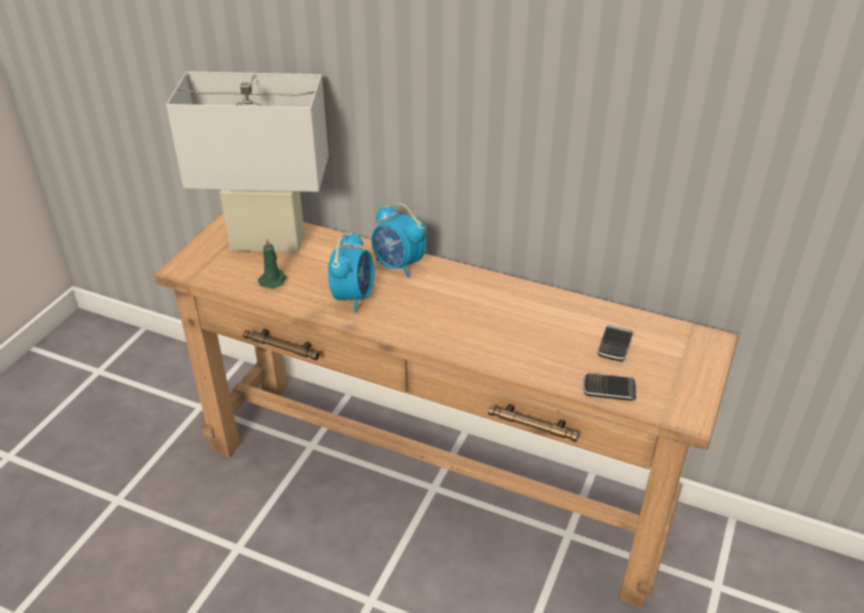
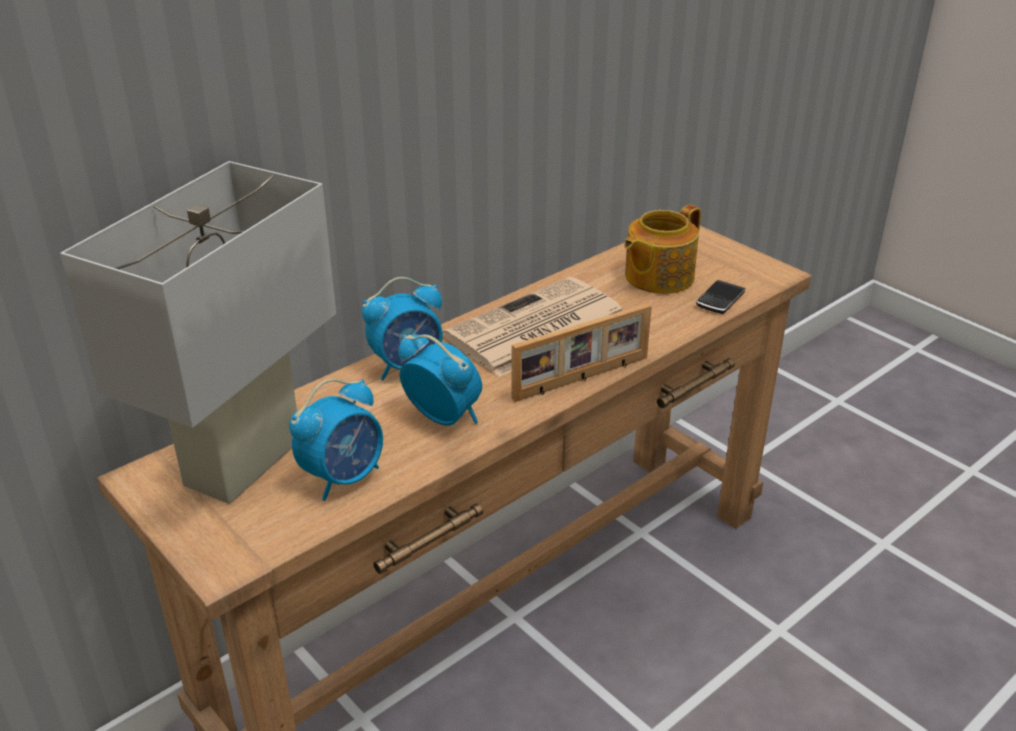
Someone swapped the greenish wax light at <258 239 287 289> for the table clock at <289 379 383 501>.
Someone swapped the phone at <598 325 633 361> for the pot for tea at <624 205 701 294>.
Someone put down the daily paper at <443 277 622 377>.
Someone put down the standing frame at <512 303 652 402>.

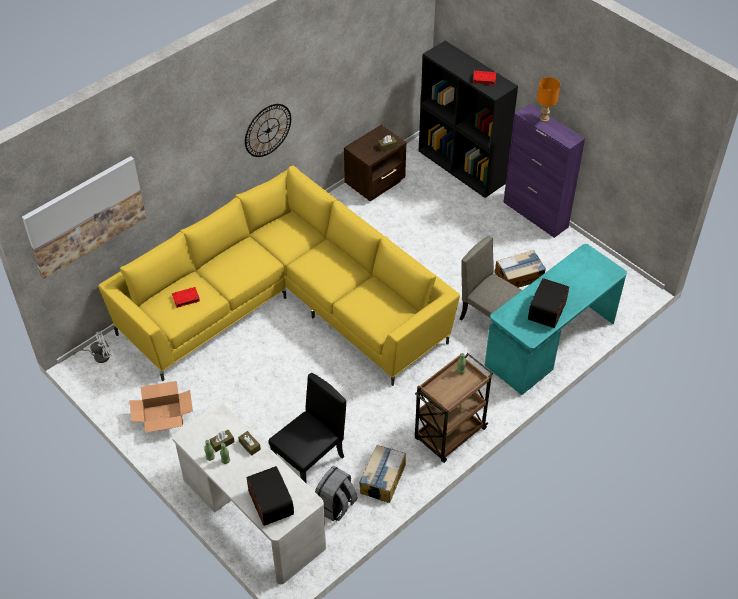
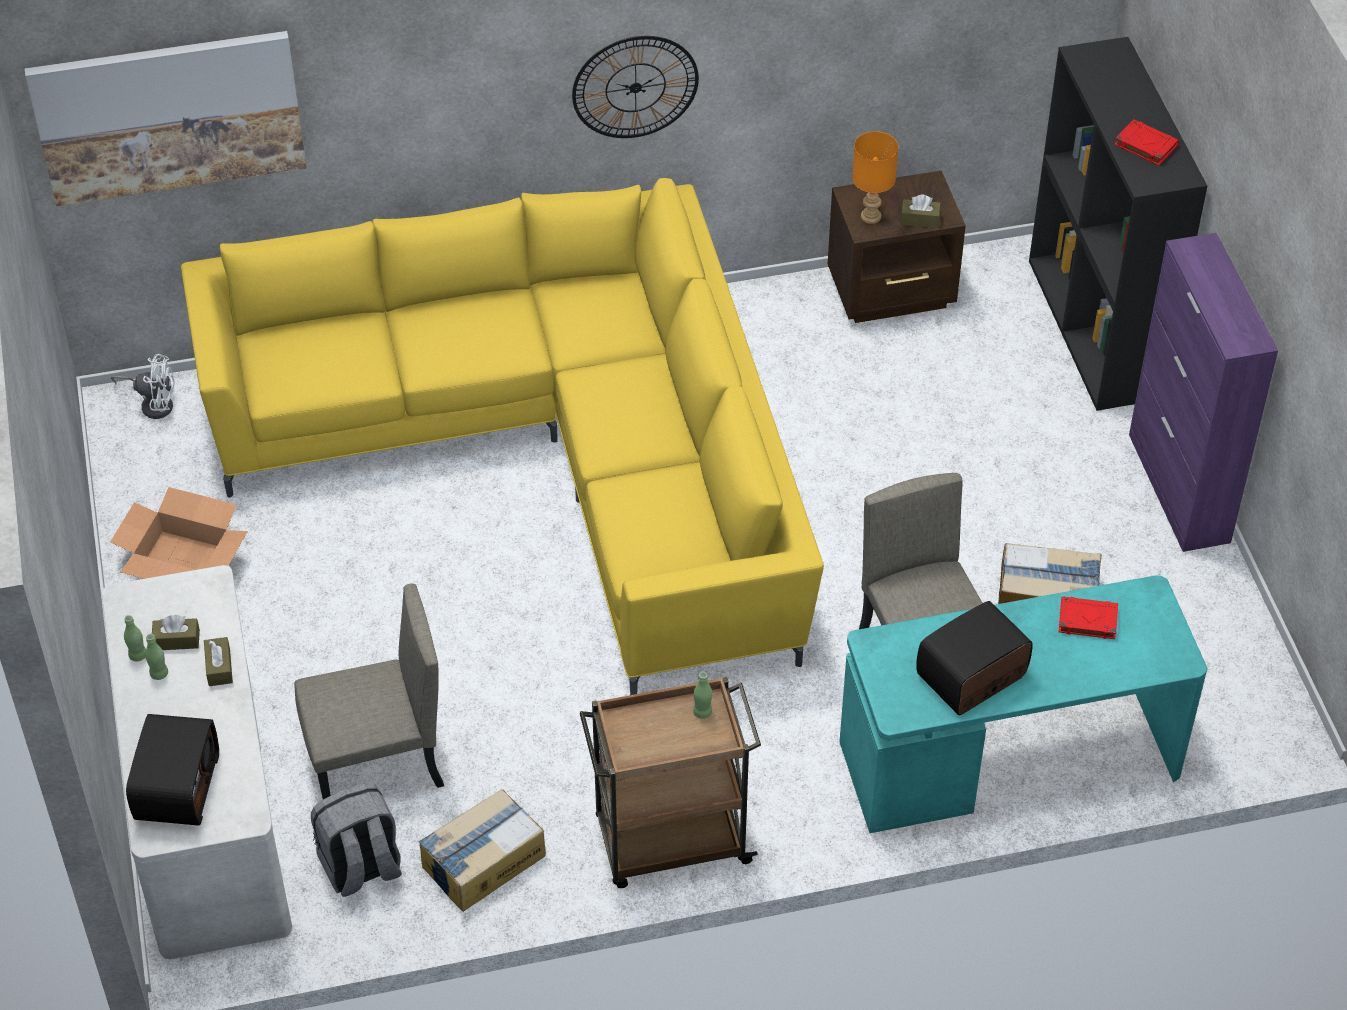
Someone carried the red volume from <172 287 200 308> to <1058 596 1118 639>.
Someone repainted the black upright chair at <268 373 346 484>, which became the beige upright chair at <294 584 444 799>.
Someone carried the orange-coloured lamp for a table from <537 77 560 122> to <852 131 898 224>.

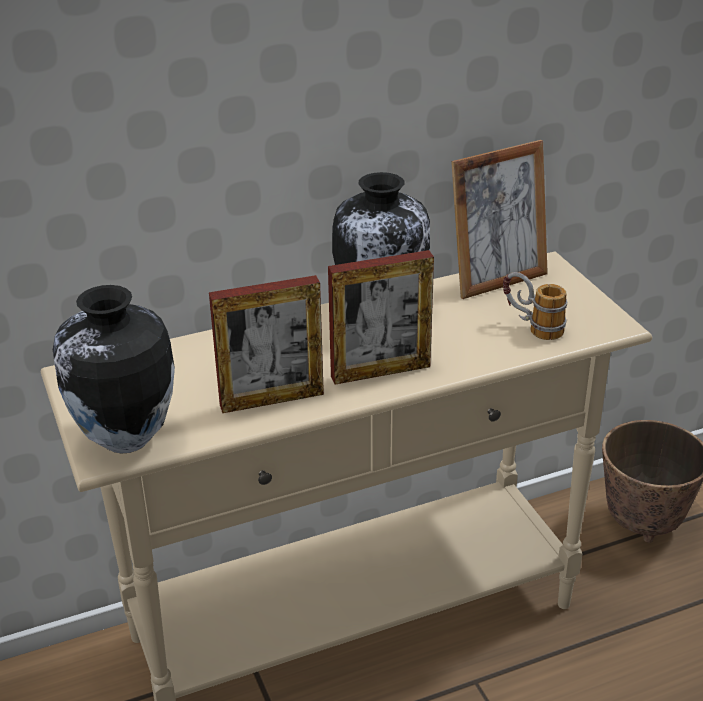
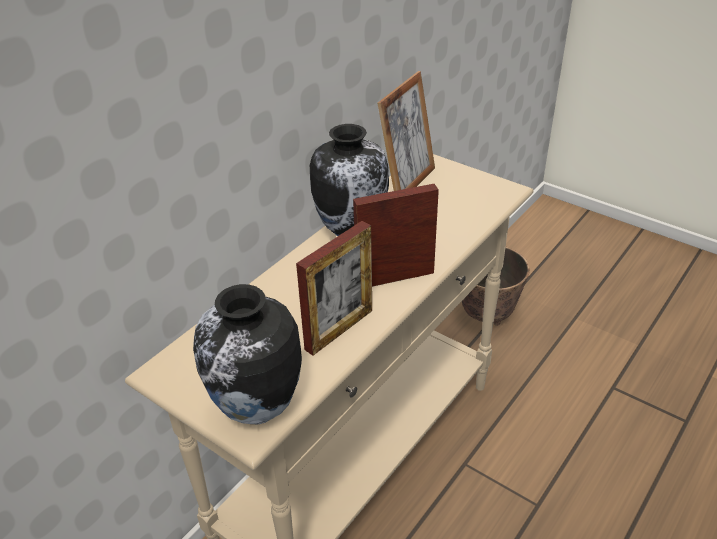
Someone rotated the standing frame at <328 250 434 384> by 150 degrees counterclockwise.
Someone took away the tea mug at <503 272 567 340>.

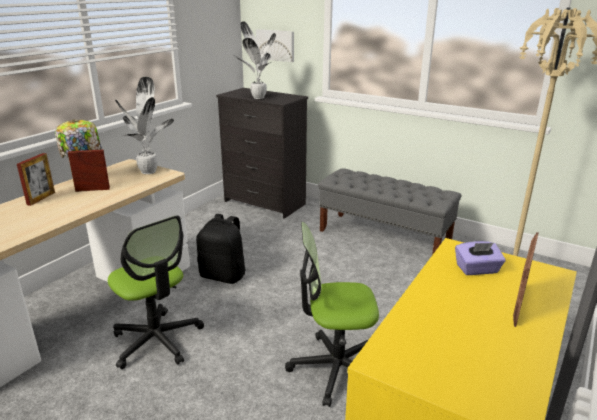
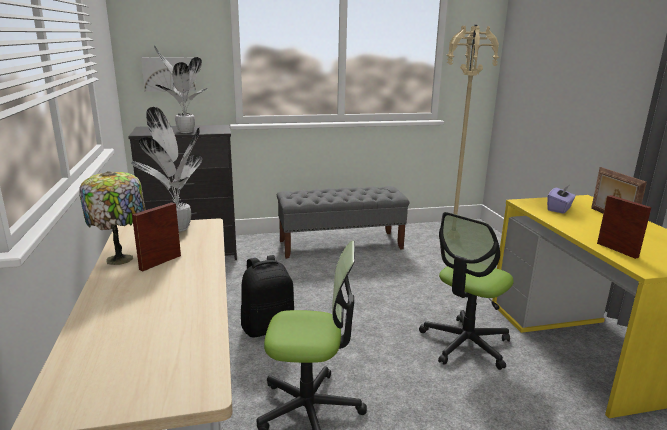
Someone carried the standing frame from <17 153 55 206> to <597 195 651 259>.

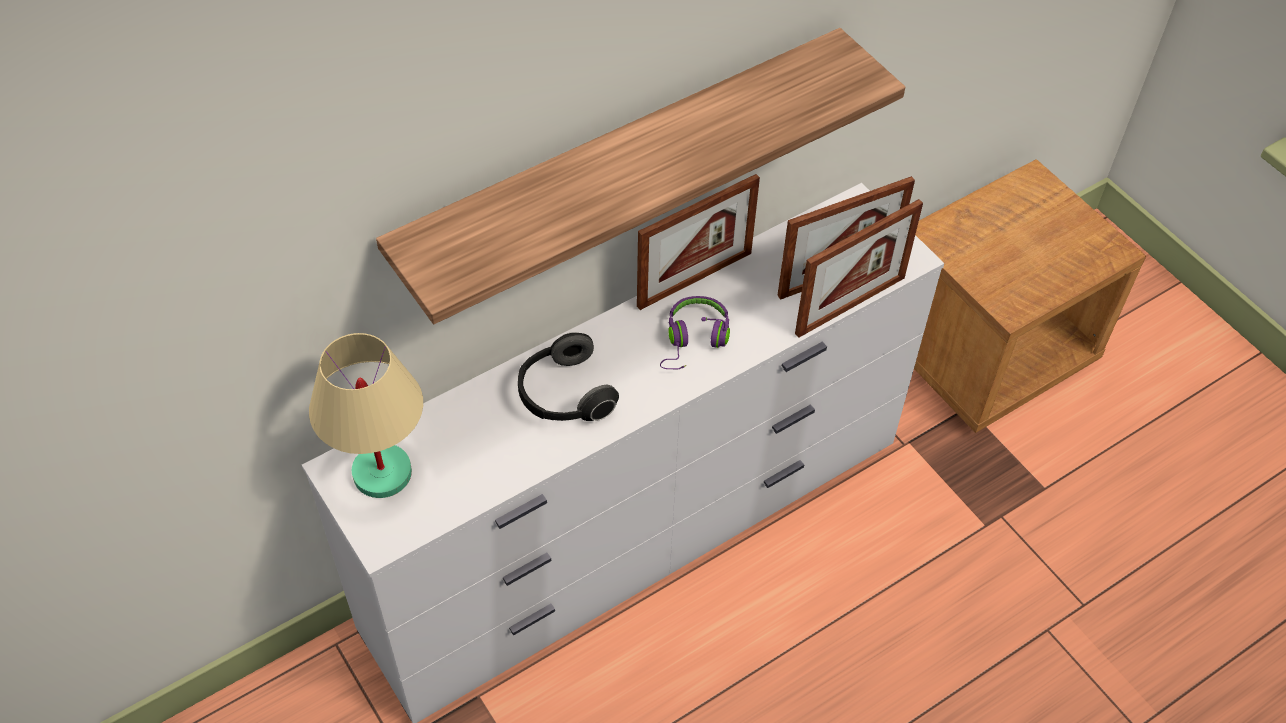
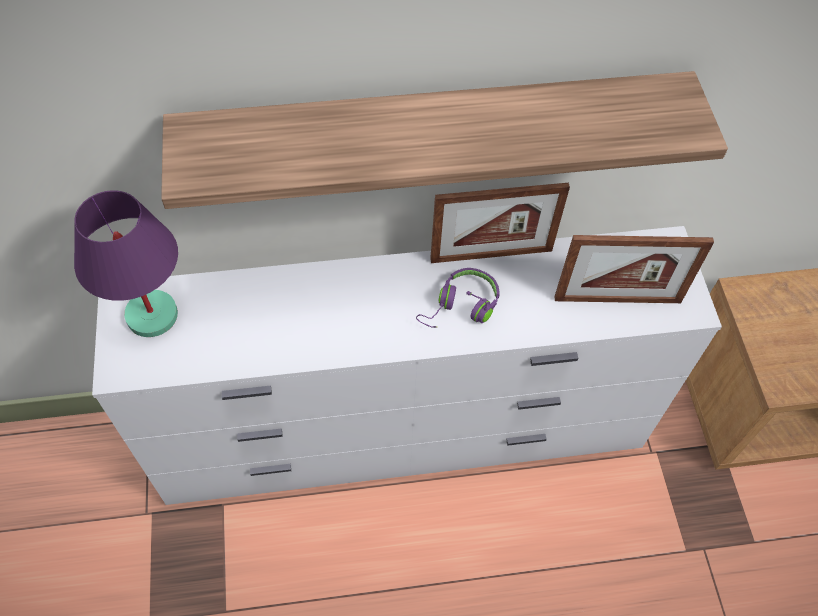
Someone repainted the beige lamp for a table at <309 333 423 498>, which became the purplish lamp for a table at <74 190 178 337>.
Someone took away the headphones at <518 332 619 421>.
Someone took away the standing frame at <795 199 923 338>.

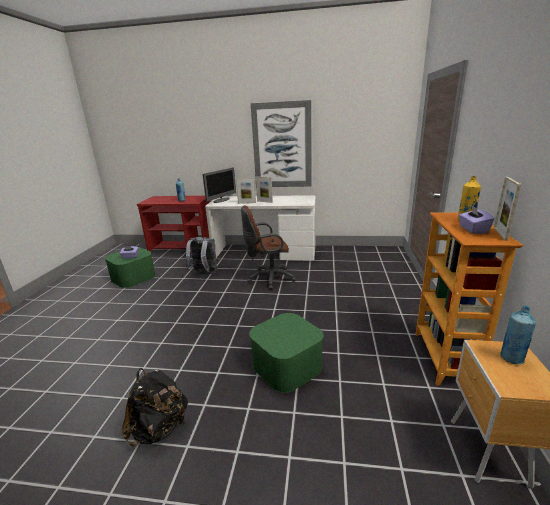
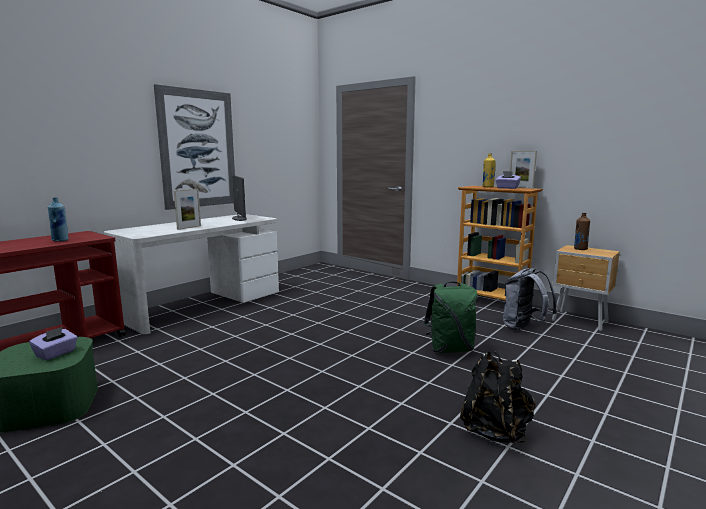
Someone carried the gray backpack from <186 237 217 274> to <503 268 557 330>.
Someone carried the monitor from <202 167 236 203> to <232 175 247 221>.
Someone took away the brown-coloured computer chair at <241 206 296 290>.
Someone swapped the greenish storage container at <249 313 323 393> for the greenish backpack at <424 282 477 353>.
Someone took away the standing frame at <256 176 273 203>.
Someone repainted the blue beverage bottle at <500 306 536 364>, which became the brown-coloured beverage bottle at <574 213 590 250>.

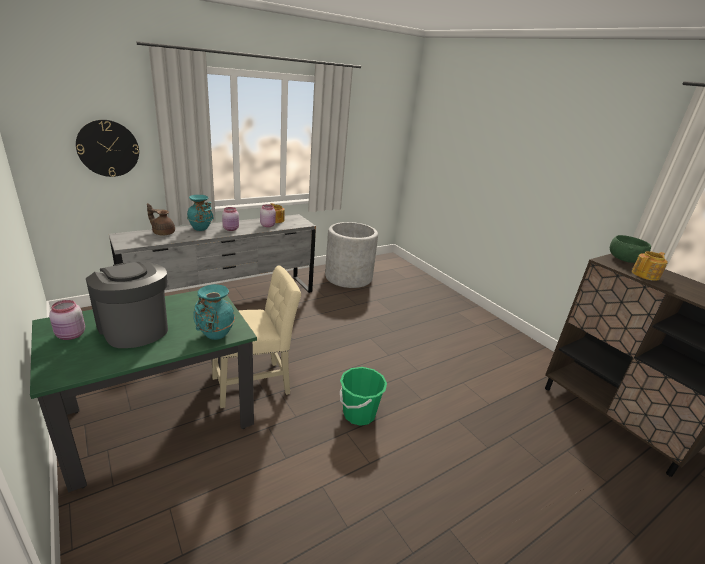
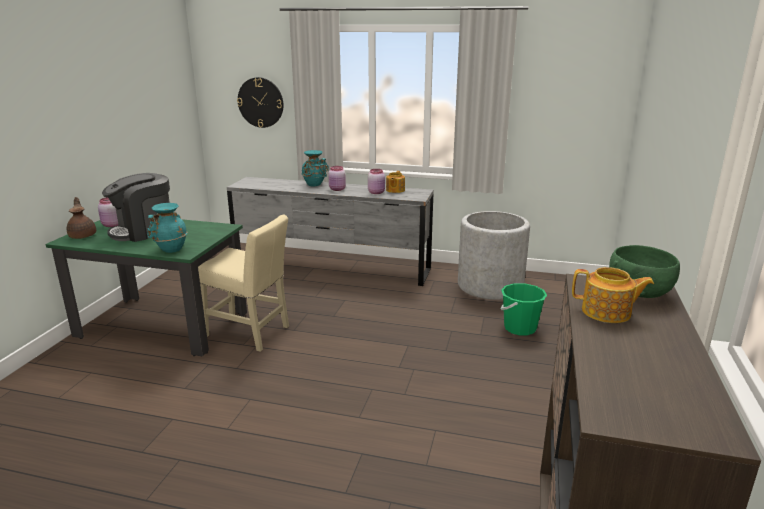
Someone rotated the coffee brewer at <86 262 168 348> by 135 degrees counterclockwise.
Someone carried the brown-coloured pot for tea from <147 203 175 236> to <67 197 96 239>.
Someone carried the greenish pail from <340 367 387 426> to <500 283 547 335>.

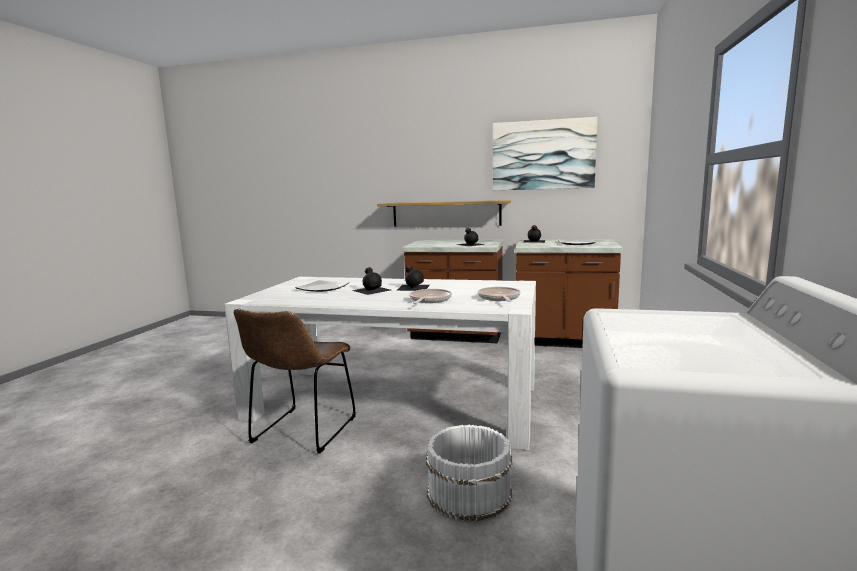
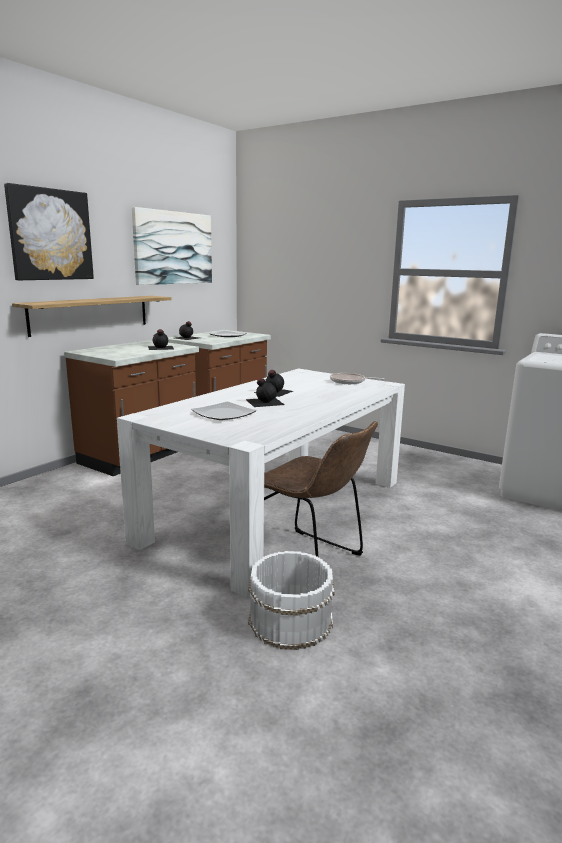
Someone took away the frying pan at <409 289 452 304>.
Someone carried the white pail from <426 425 512 521> to <248 551 334 650>.
Someone put up the picture at <4 183 94 280>.

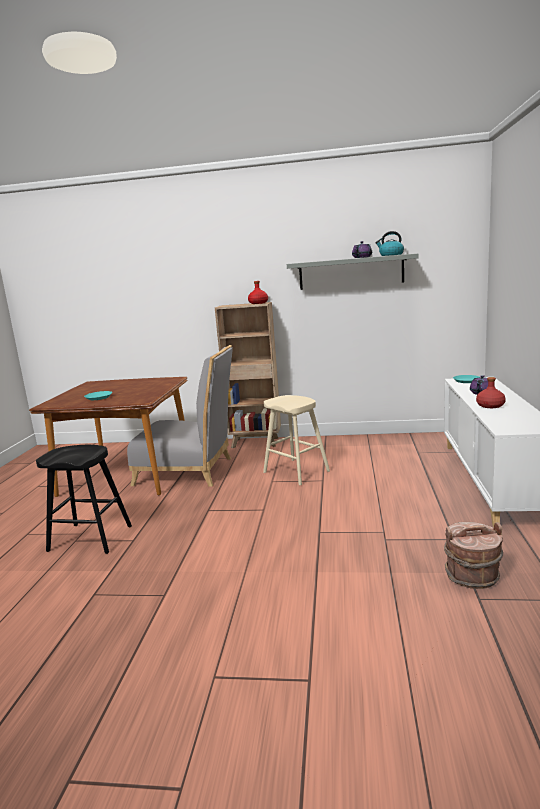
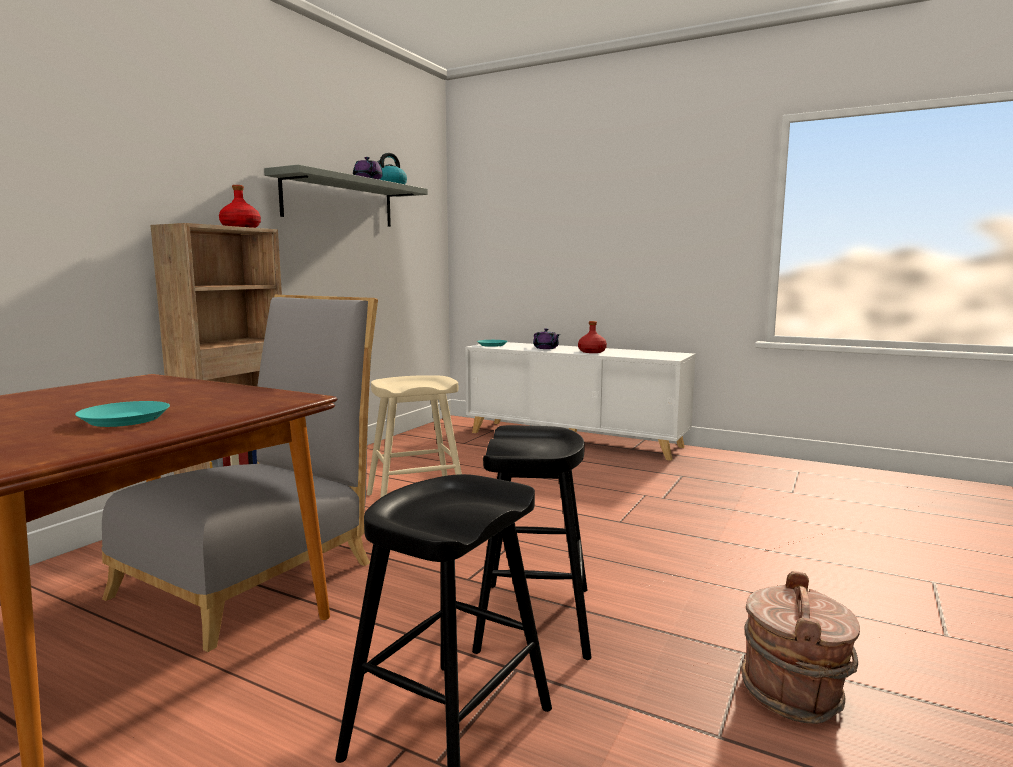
Someone carried the brown-coloured pail from <444 522 503 589> to <741 571 860 724>.
Someone put down the black stool at <472 425 592 660>.

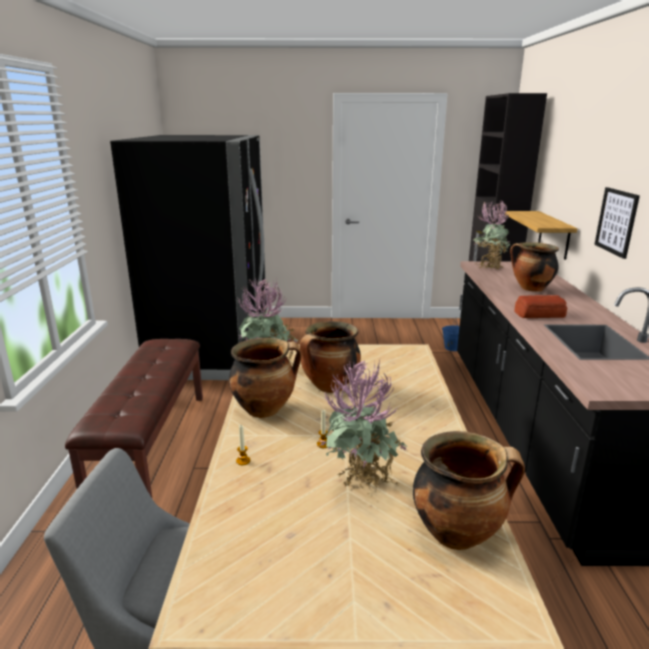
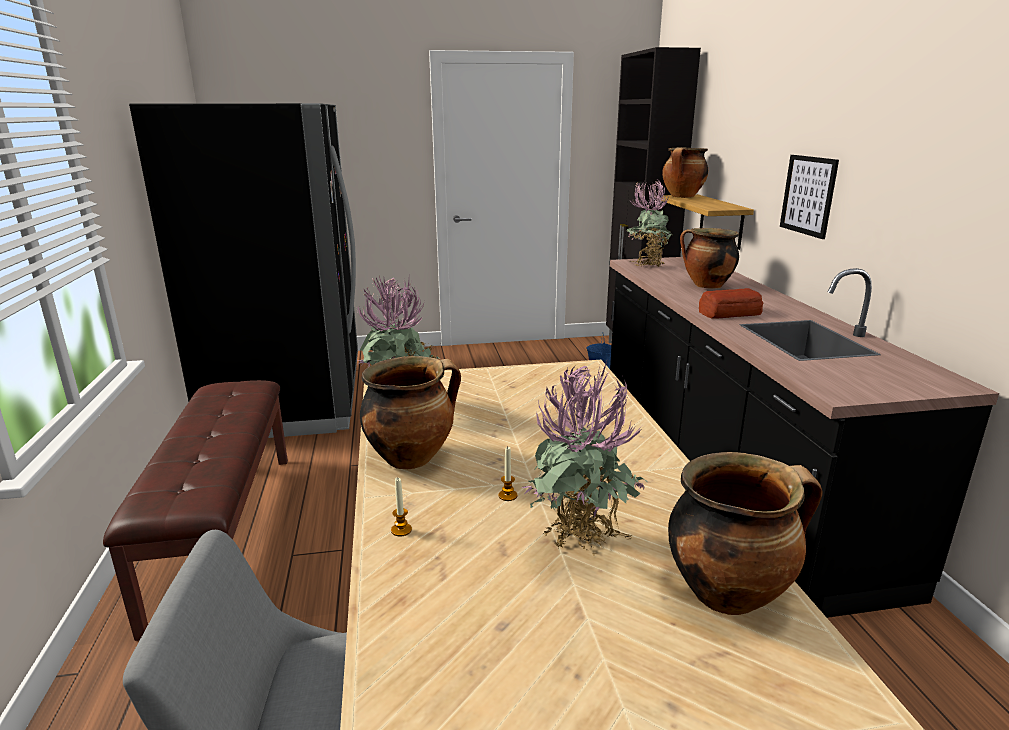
Someone carried the cooking pot from <300 321 361 393> to <662 147 708 198>.

